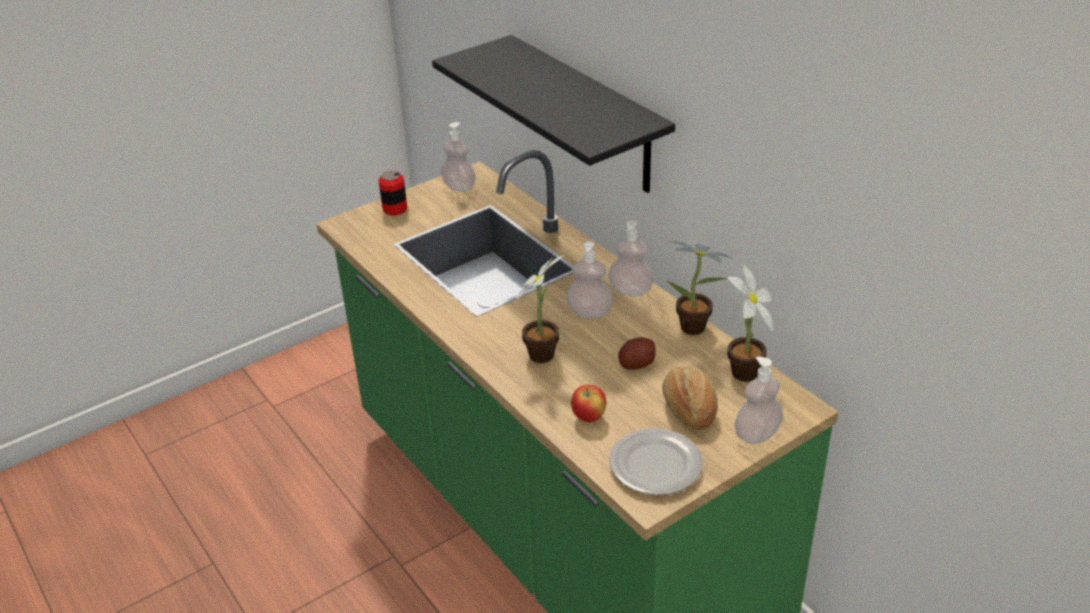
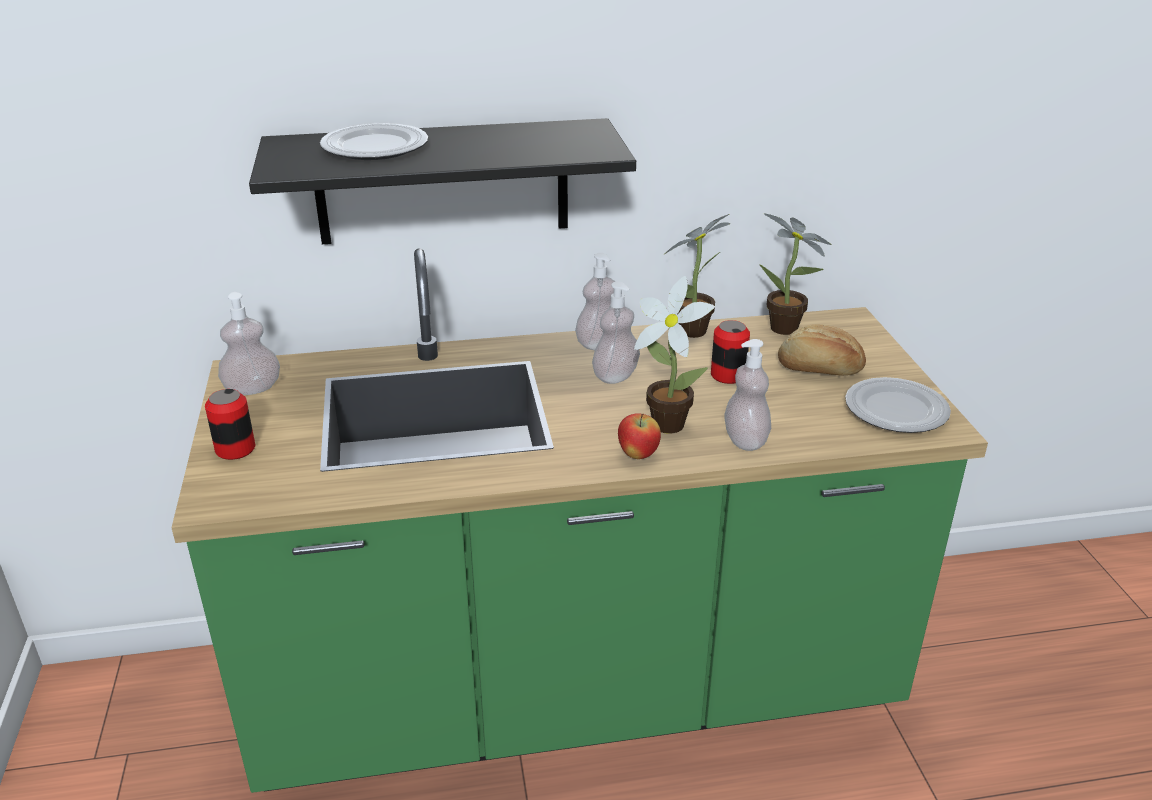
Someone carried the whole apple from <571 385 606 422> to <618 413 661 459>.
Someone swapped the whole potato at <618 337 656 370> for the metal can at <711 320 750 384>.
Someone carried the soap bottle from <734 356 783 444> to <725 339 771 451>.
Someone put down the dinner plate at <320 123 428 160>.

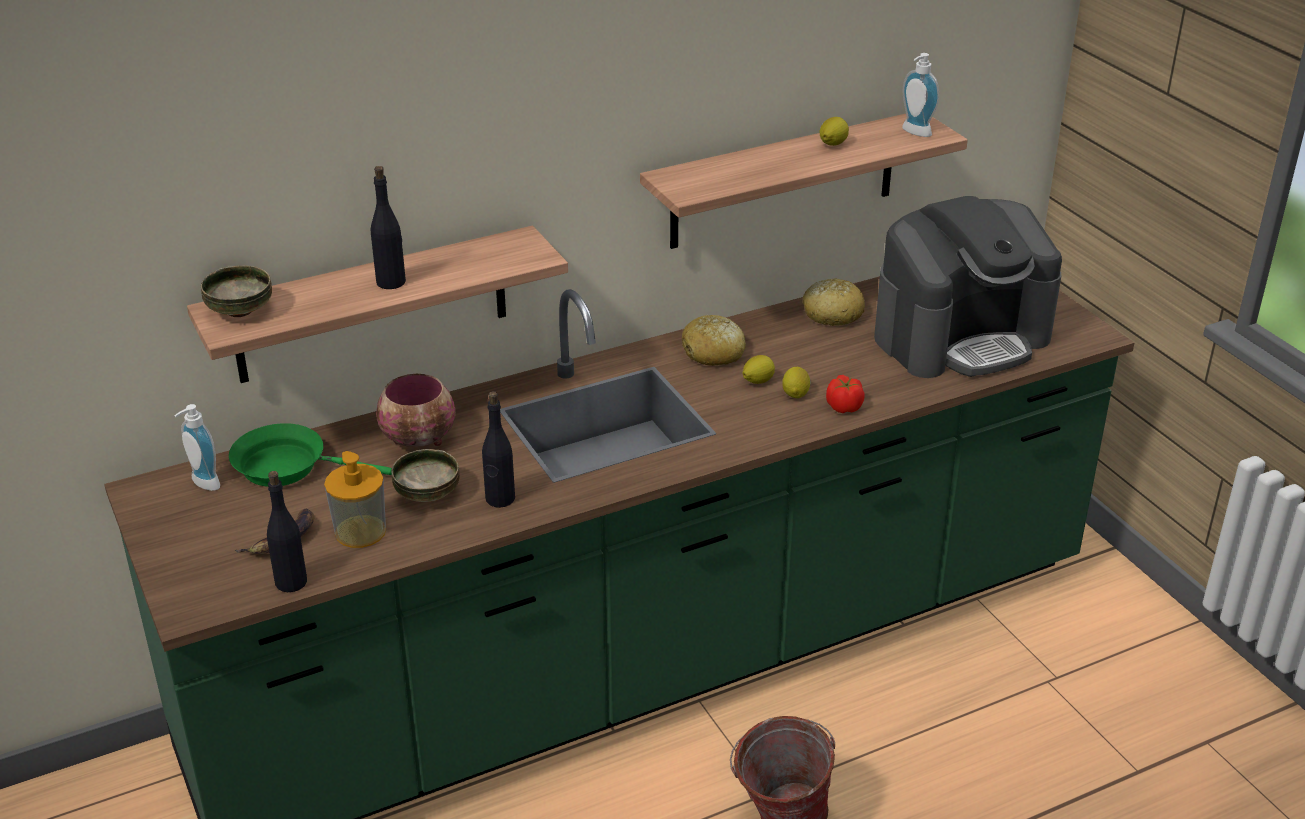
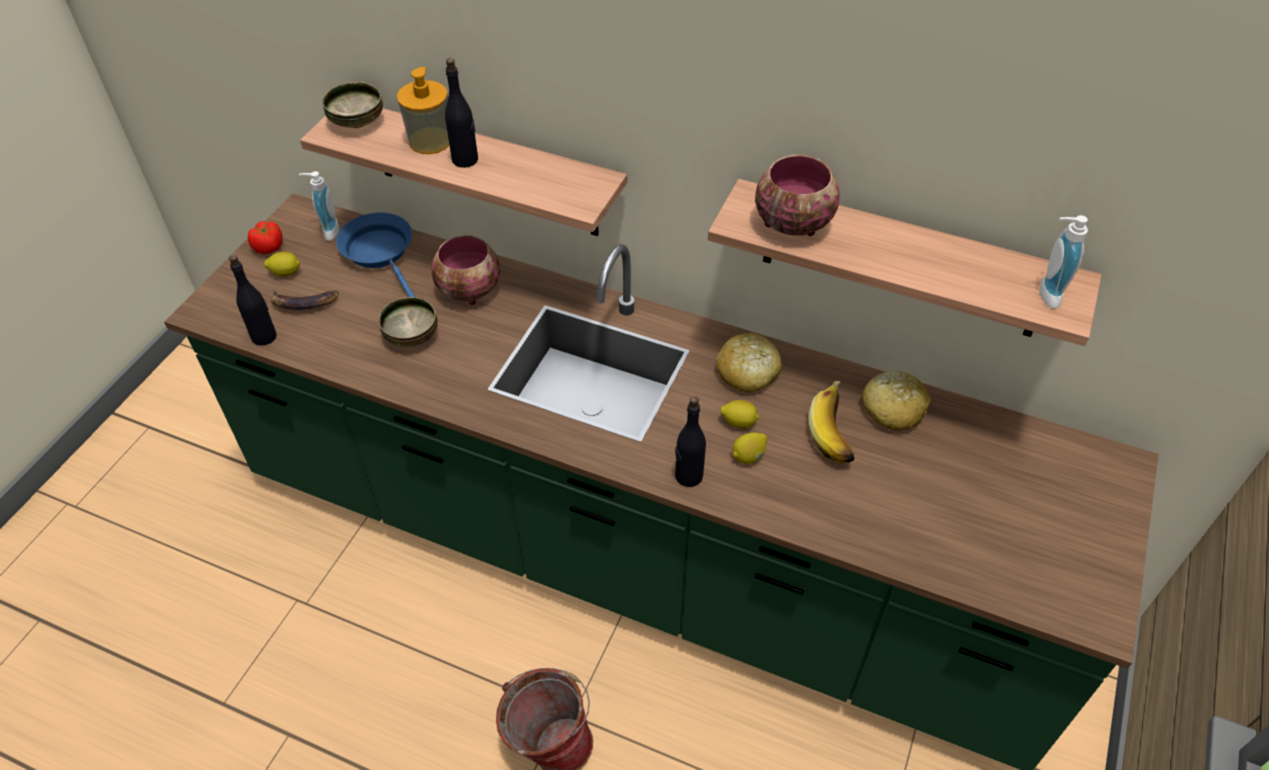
Someone repainted the greenish frying pan at <229 423 392 487>, which became the blue frying pan at <336 213 415 297>.
Someone carried the soap bottle from <324 451 386 548> to <397 67 450 154>.
Someone carried the black beverage bottle from <482 391 515 508> to <675 396 706 487>.
Someone carried the lemon from <820 117 849 146> to <264 252 300 277>.
Someone carried the whole tomato from <826 375 865 413> to <248 221 283 254>.
Someone took away the coffee brewer at <874 196 1062 378>.
Someone put down the serving bowl at <755 155 839 236>.
Someone put down the banana at <808 381 854 463>.

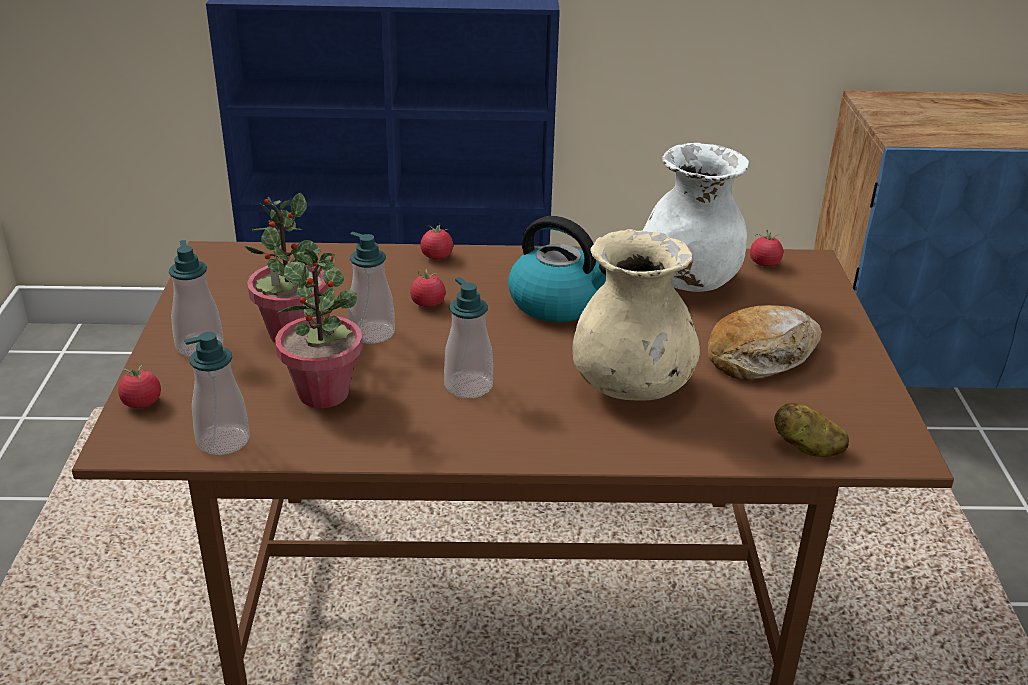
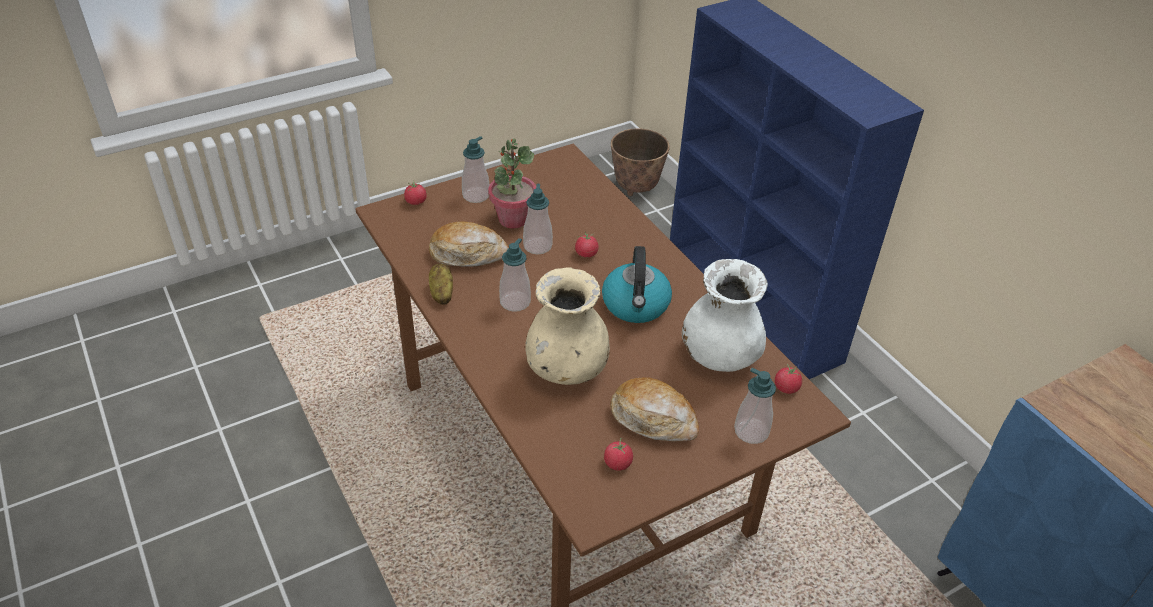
Someone carried the soap bottle from <184 332 250 455> to <734 368 776 444>.
Someone swapped the houseplant at <275 249 363 408> for the baked bread at <429 222 509 267>.
Someone carried the whole tomato from <421 223 453 259> to <604 437 633 471>.
Someone carried the whole potato from <774 403 849 457> to <429 264 453 305>.
Someone put down the planter at <611 128 670 196>.

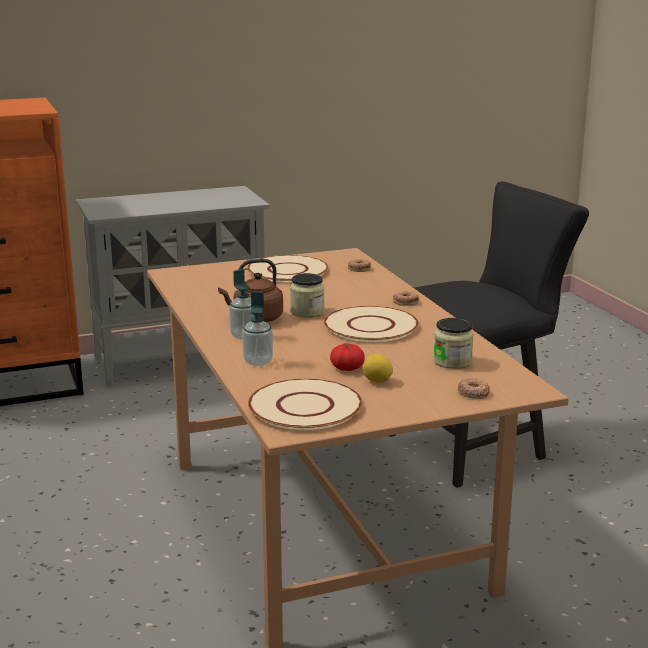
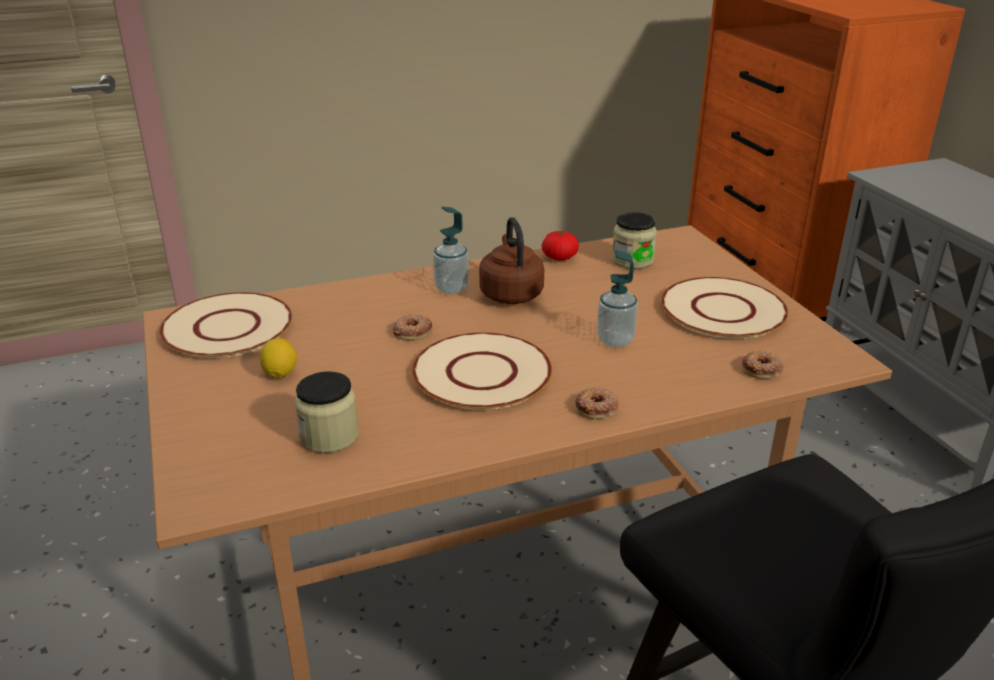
Someone carried the soap bottle from <242 291 273 366> to <597 250 638 347>.
Someone carried the preserve jar from <290 273 324 318> to <612 212 657 269>.
Someone carried the whole tomato from <330 343 365 371> to <542 231 579 261>.
Someone carried the ring doughnut from <458 378 490 399> to <393 314 433 341>.

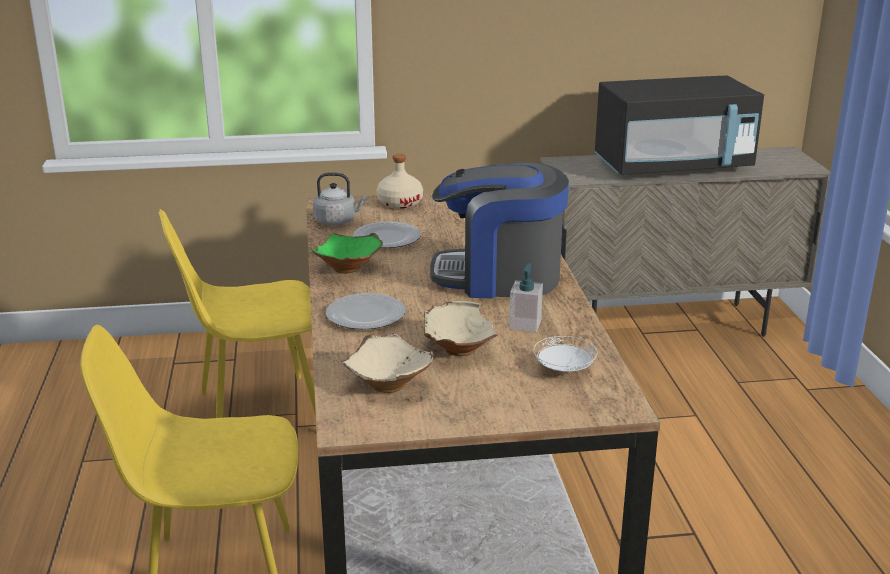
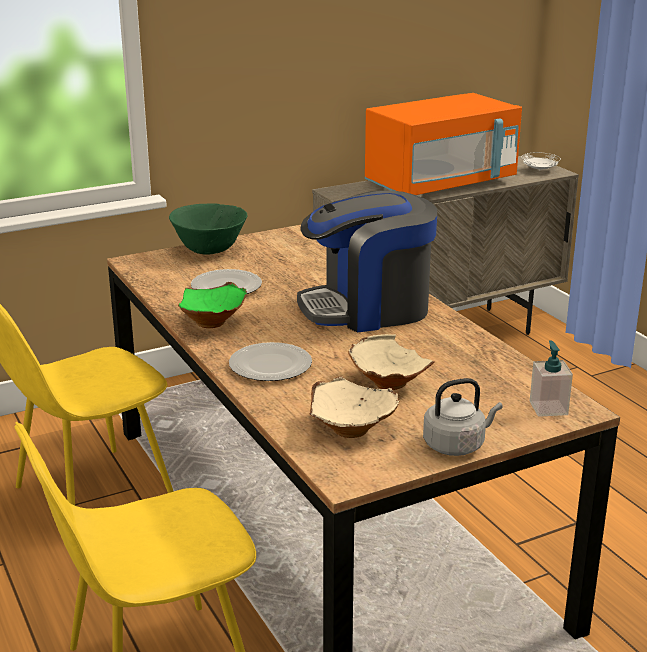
Someone carried the gray water kettle from <313 172 367 225> to <423 378 503 456>.
Someone swapped the beige beverage bottle at <377 154 423 209> for the greenish serving bowl at <169 203 247 255>.
Someone carried the soap bottle from <509 263 543 332> to <530 341 573 417>.
Someone carried the white dinner plate from <533 336 598 372> to <521 152 561 170>.
Someone repainted the black microwave oven at <595 75 764 176>, which became the orange-coloured microwave oven at <365 93 522 195>.

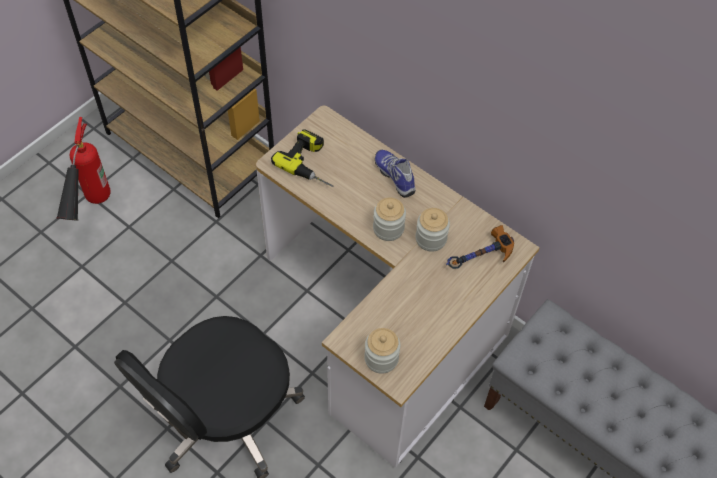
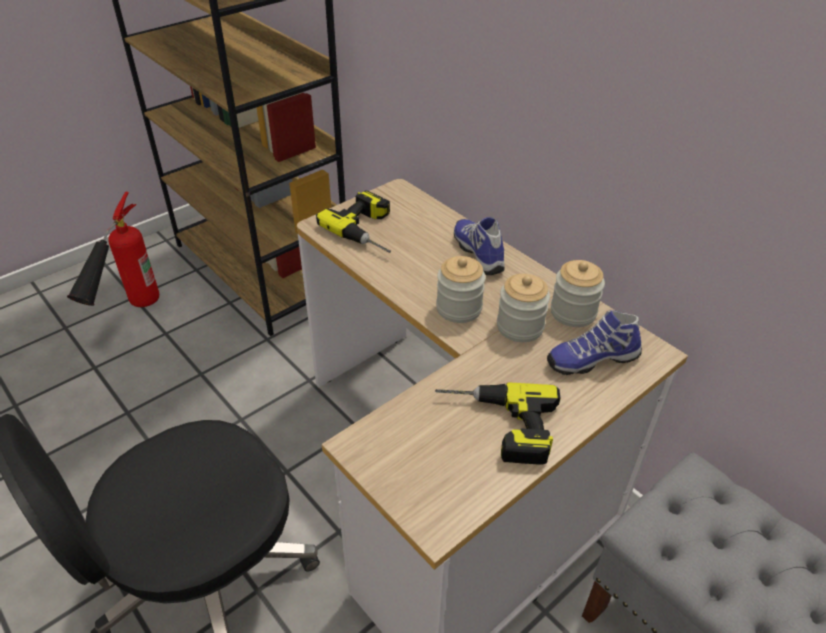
Someone carried the preserve jar from <364 328 400 374> to <551 260 605 327>.
Someone swapped the hand hammer at <446 225 514 269> for the low shoe at <547 310 642 375>.
Someone put down the drill at <435 382 560 465>.

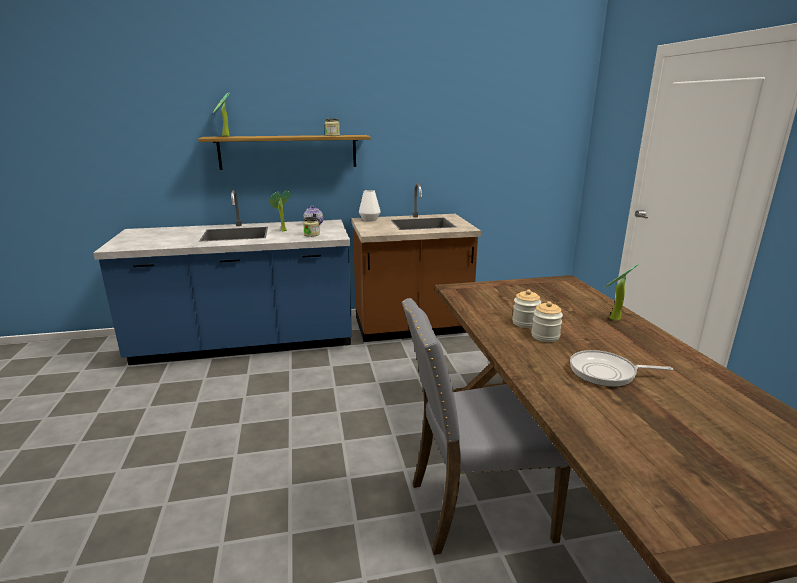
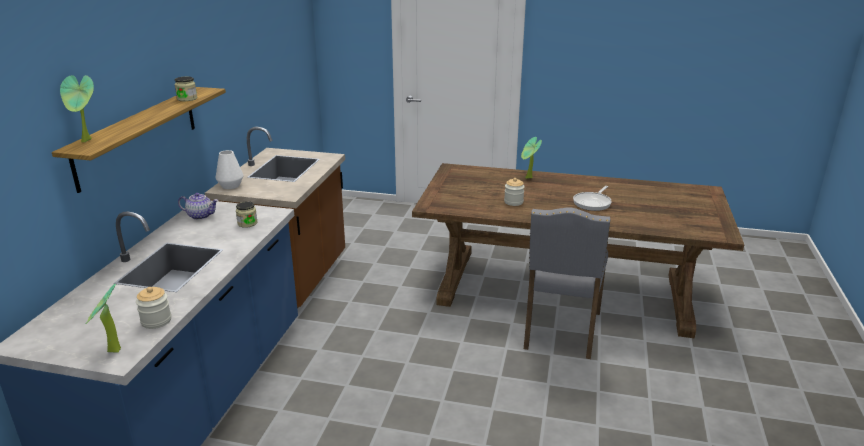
Someone carried the houseplant from <270 191 291 231> to <86 284 121 353>.
Someone carried the preserve jar from <531 301 563 342> to <136 287 171 329>.

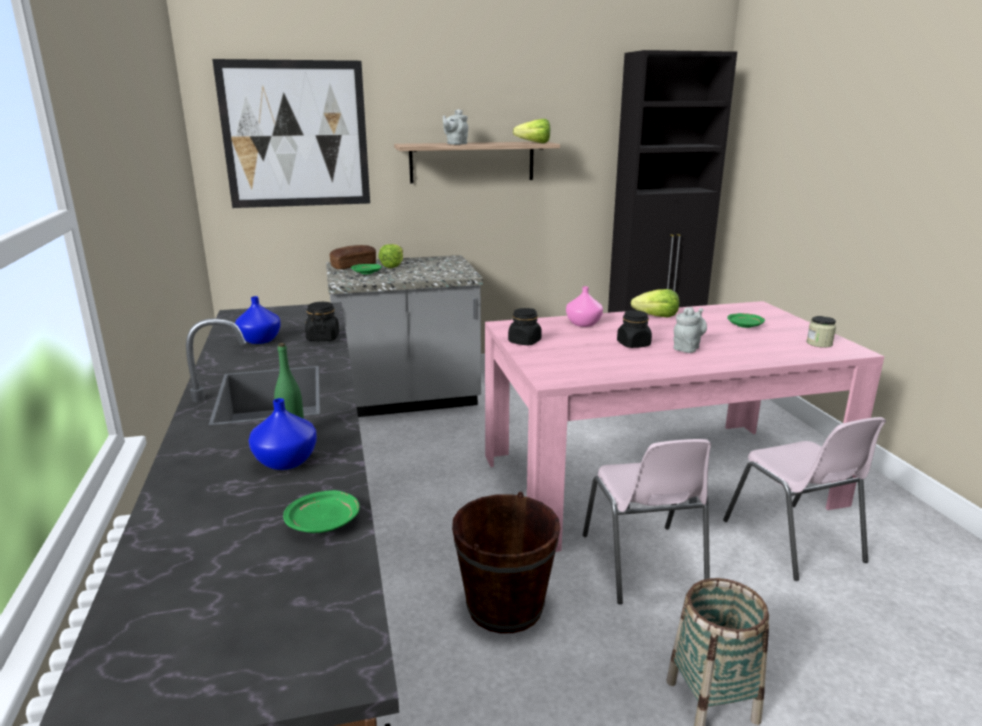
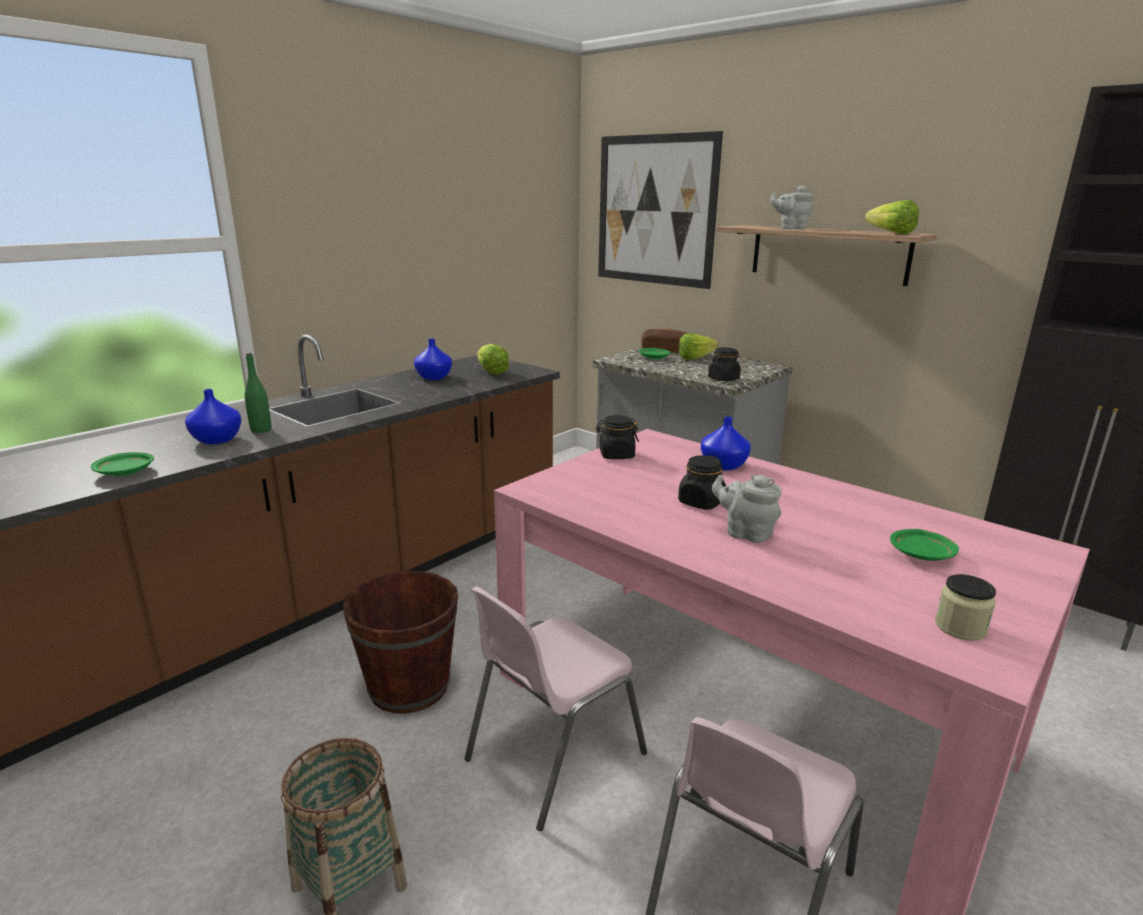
Someone carried the black preserve jar from <305 302 339 341> to <708 347 741 381>.
Someone repainted the pinkish vase at <566 286 603 327>, which became the blue vase at <701 416 751 471>.
Someone carried the lettuce from <631 289 679 318> to <477 344 509 375>.
Someone rotated the gray pot for tea at <673 307 707 353> by 150 degrees counterclockwise.

